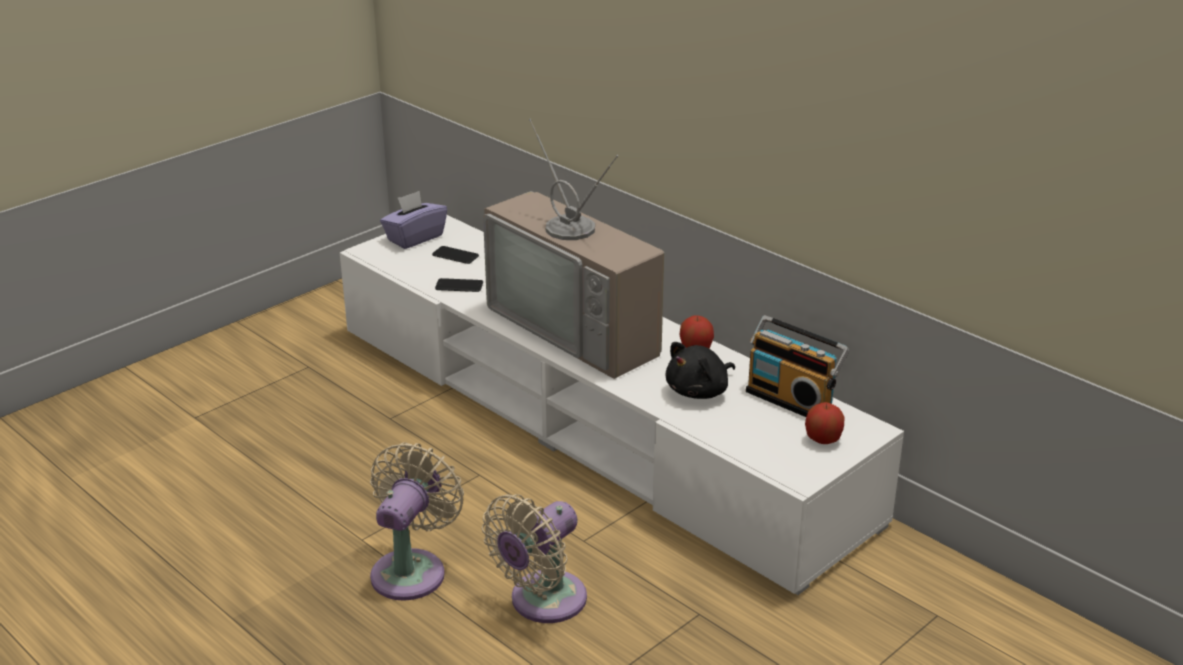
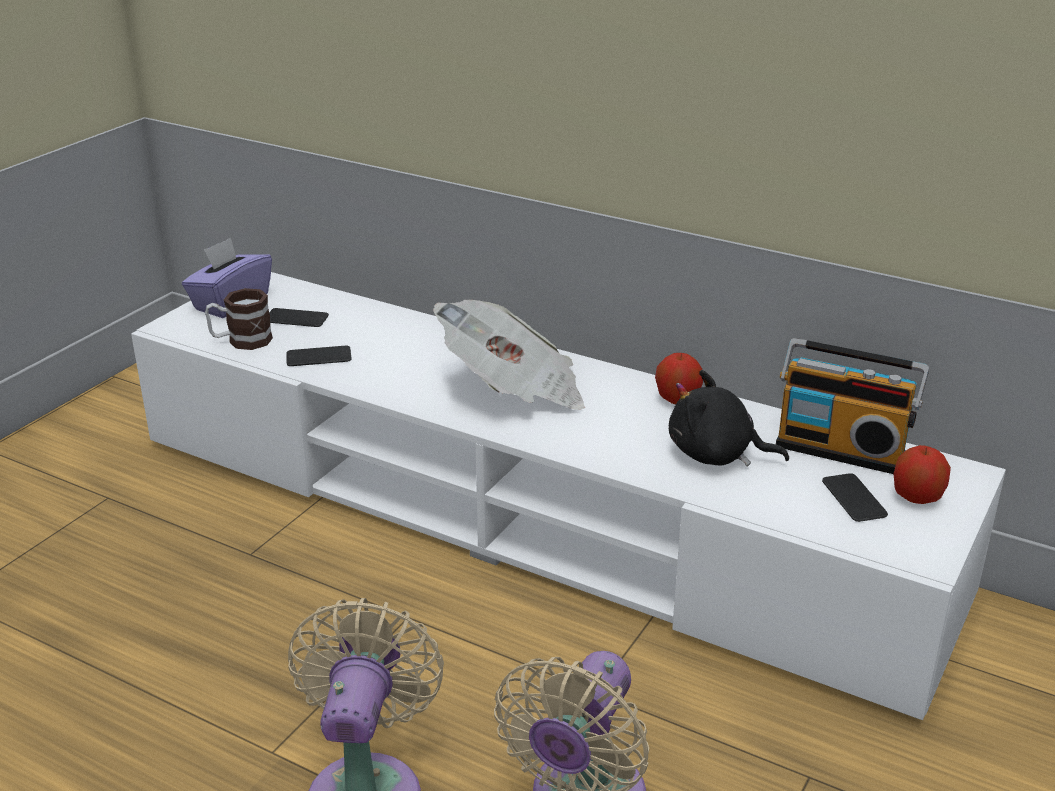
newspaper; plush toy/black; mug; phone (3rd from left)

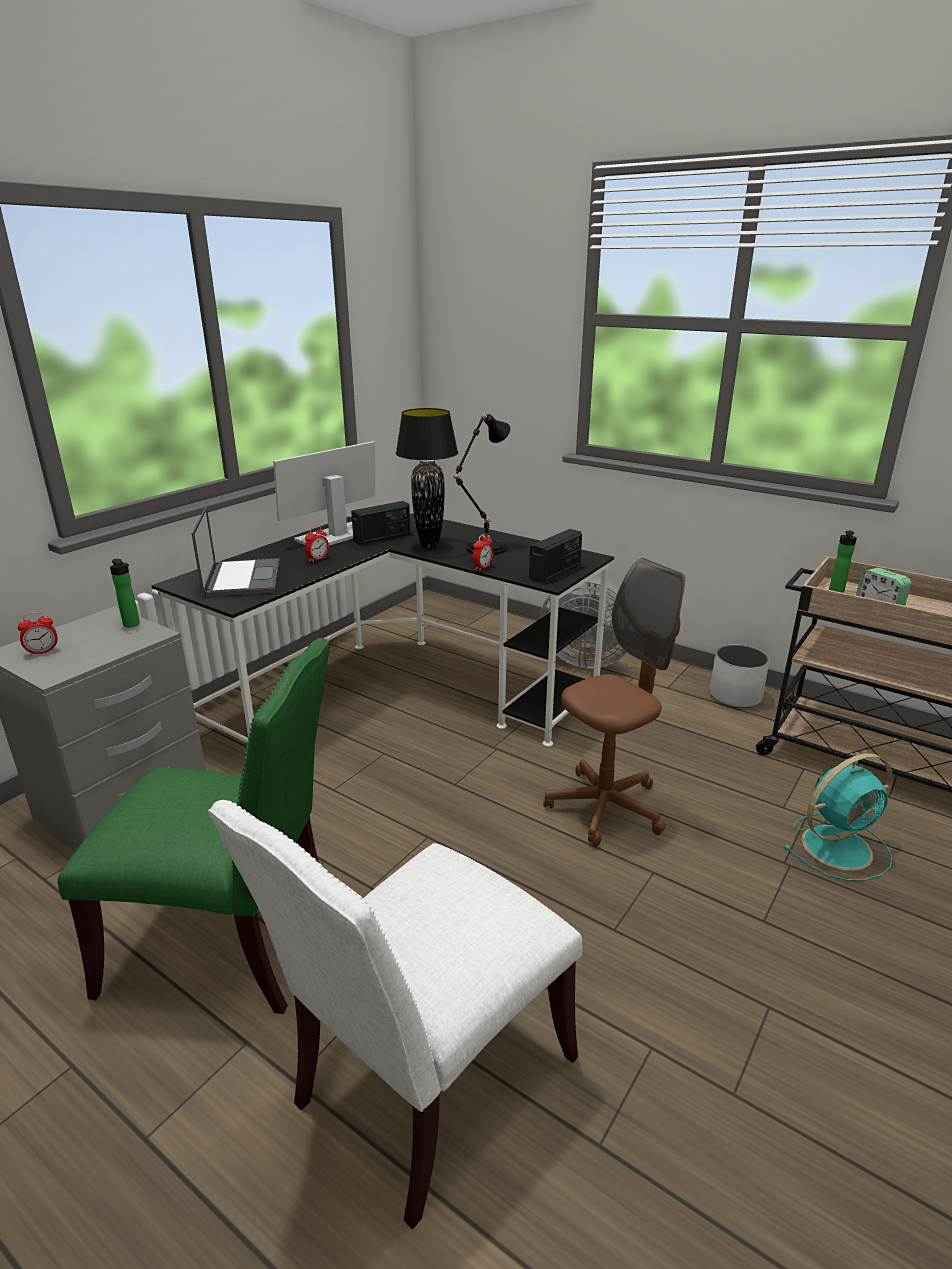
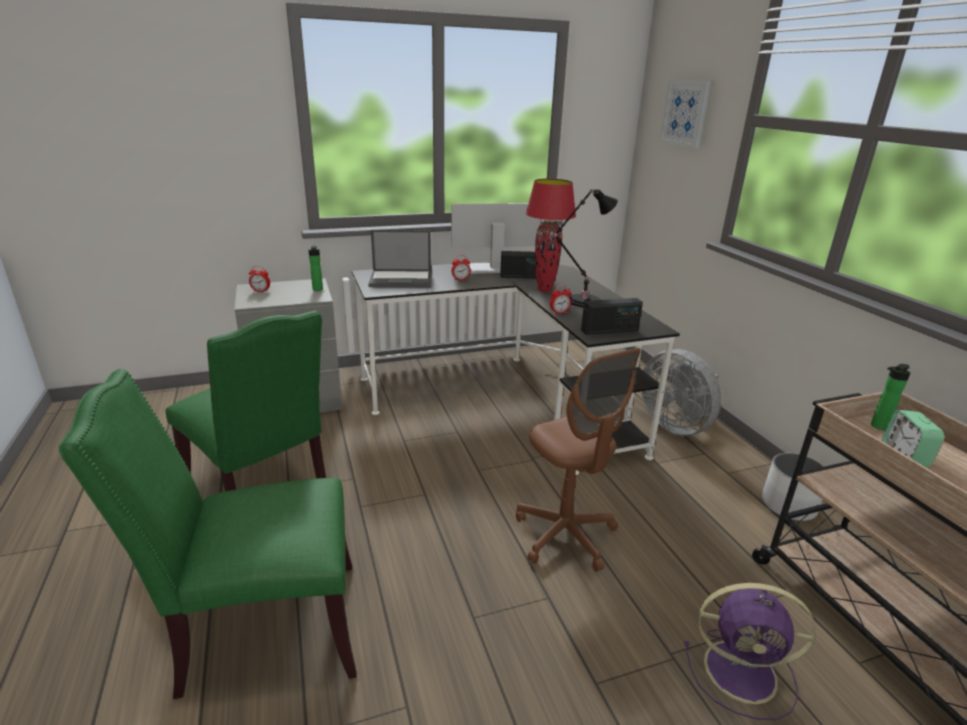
table lamp/red; laptop; office chair/brown; fan/purple; chair/green (1st from left); picture

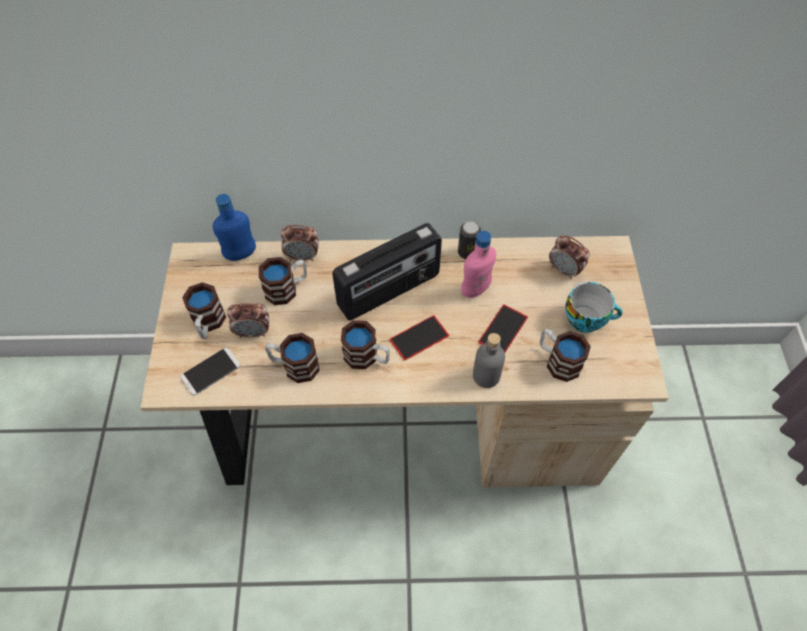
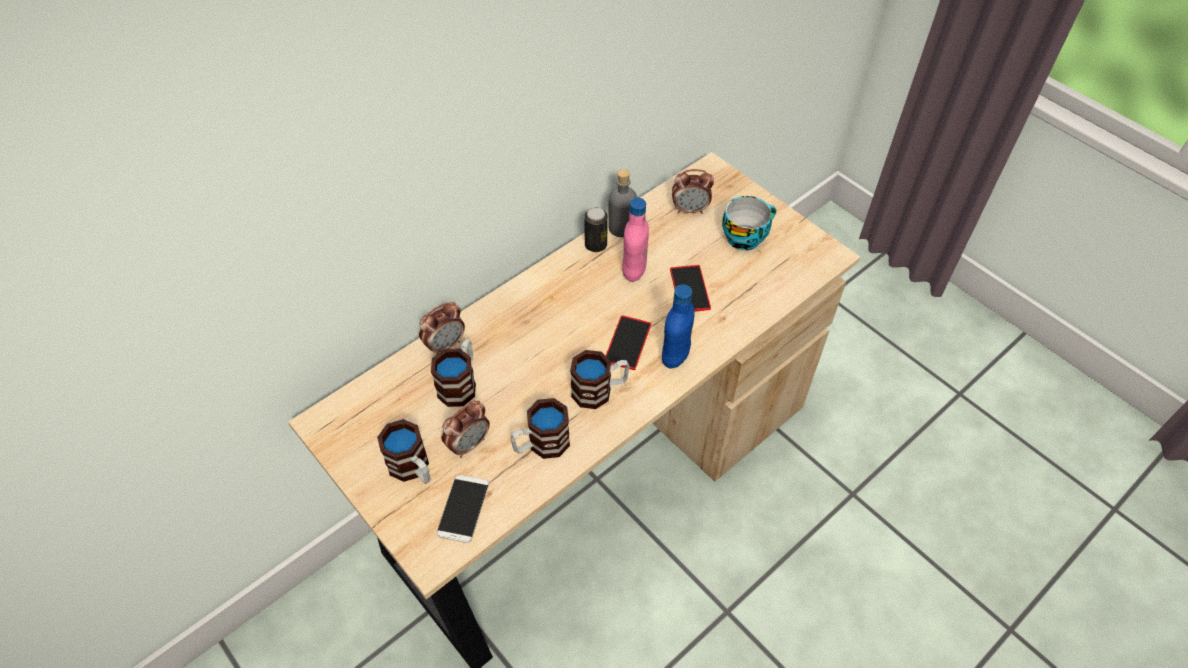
bottle/blue; radio; mug (5th from left in the first image); bottle/grey

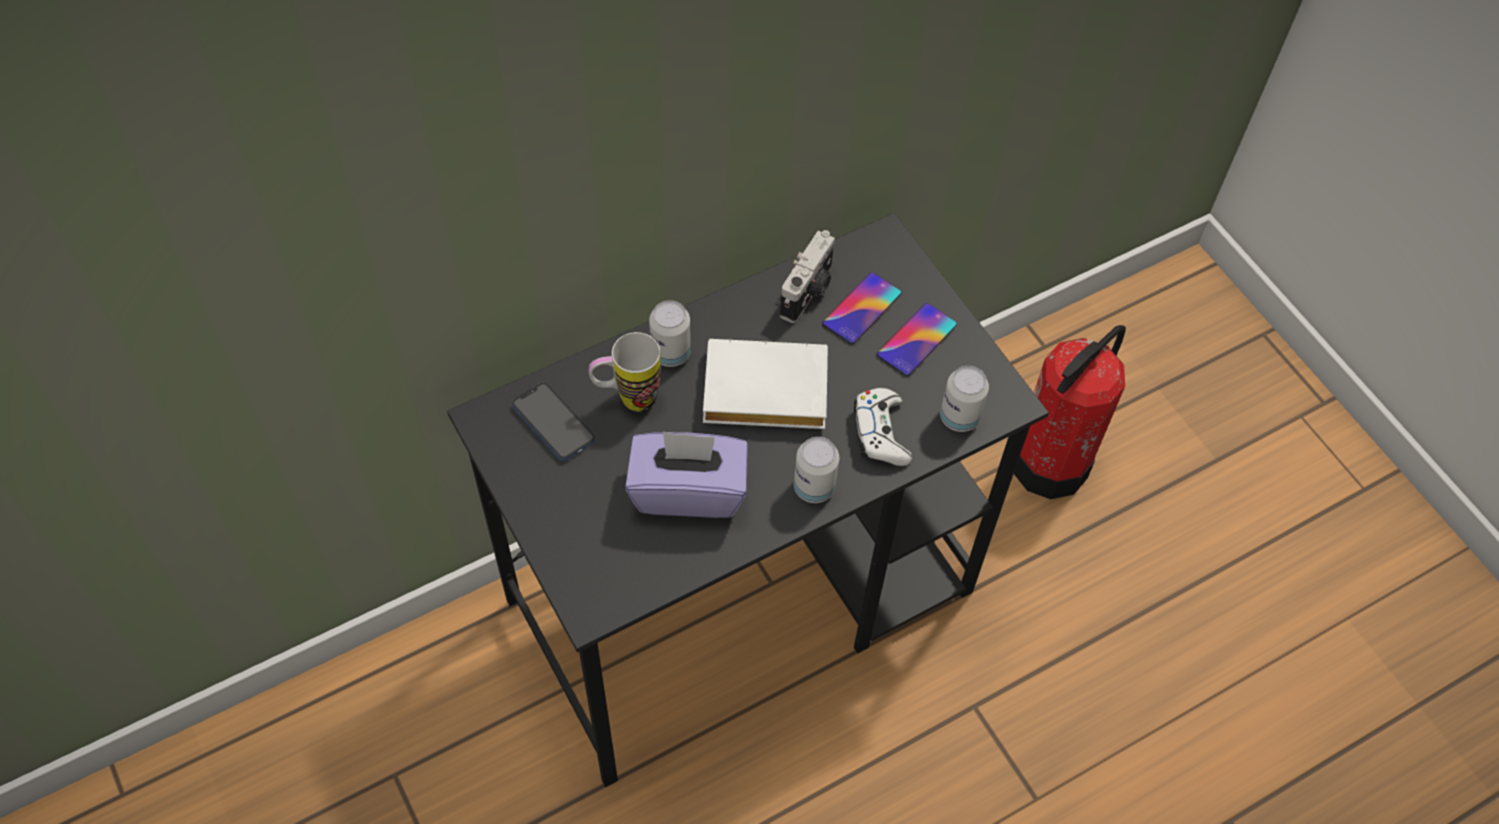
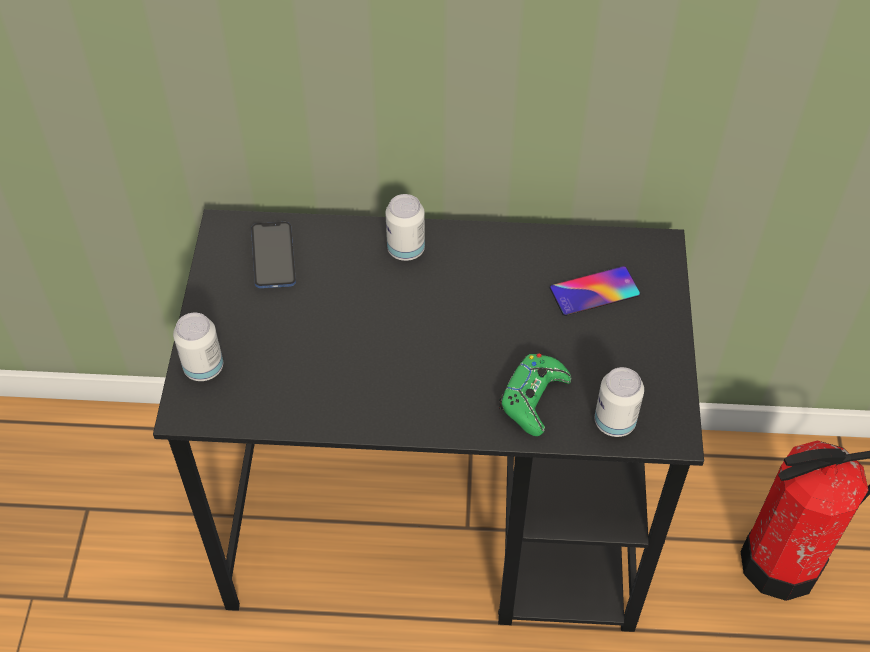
photo camera; phone (3rd from left in the first image); mug; book/white; game controller/green; tissue box/purple; can (1st from left)

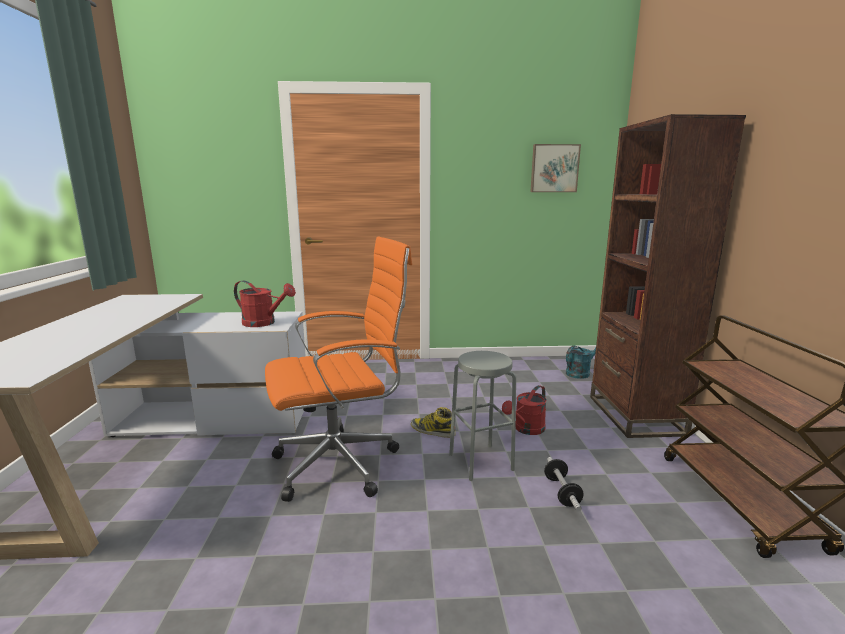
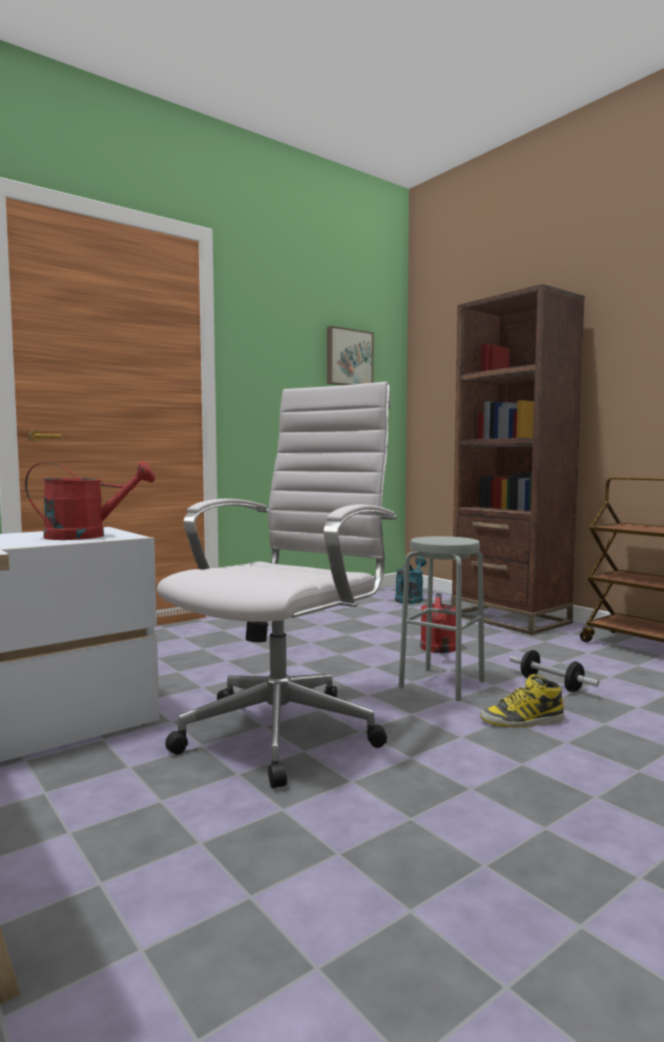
office chair/white; boot

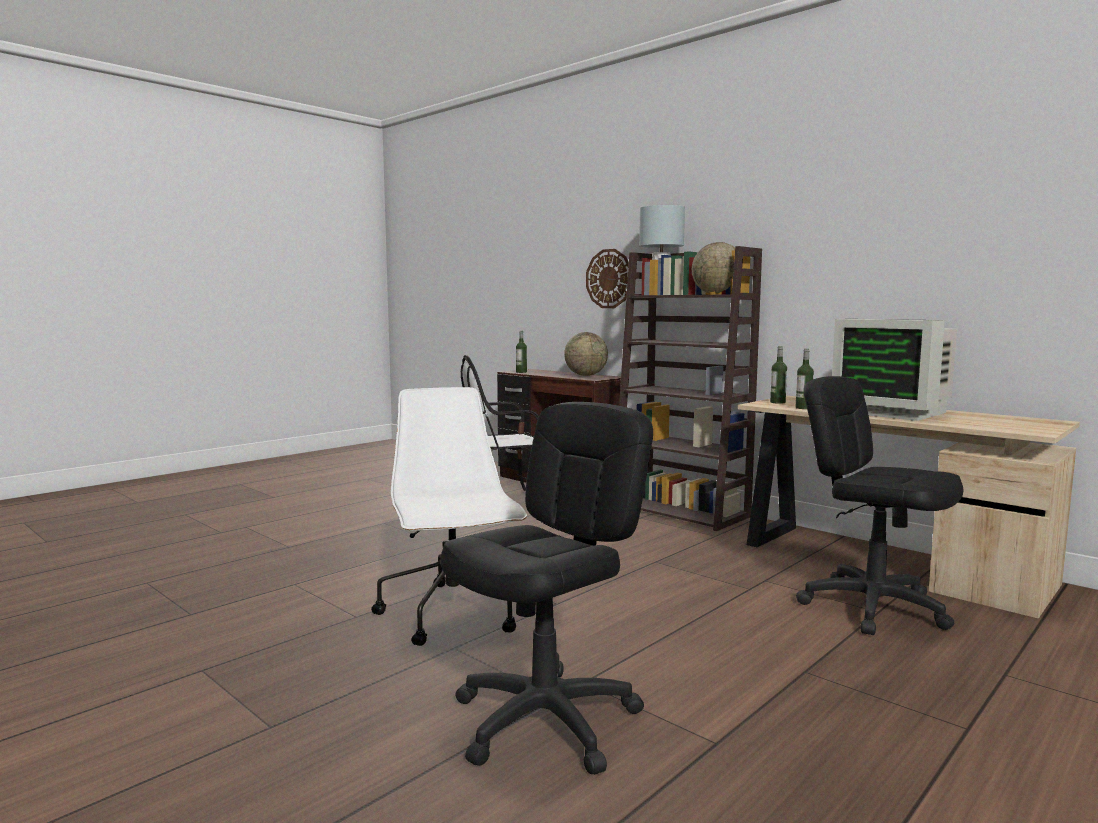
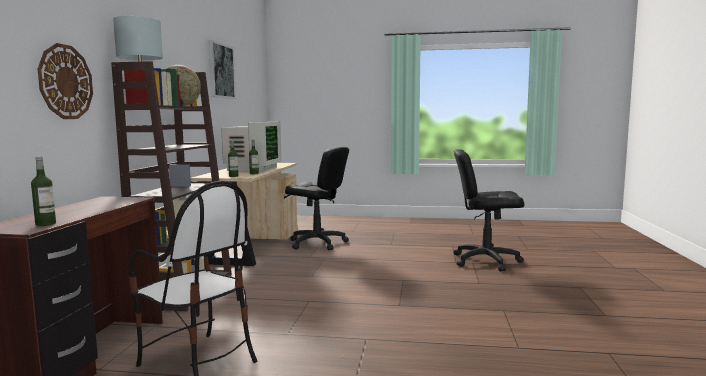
globe (1st from left in the first image); office chair/black (1st from left); office chair/white; picture

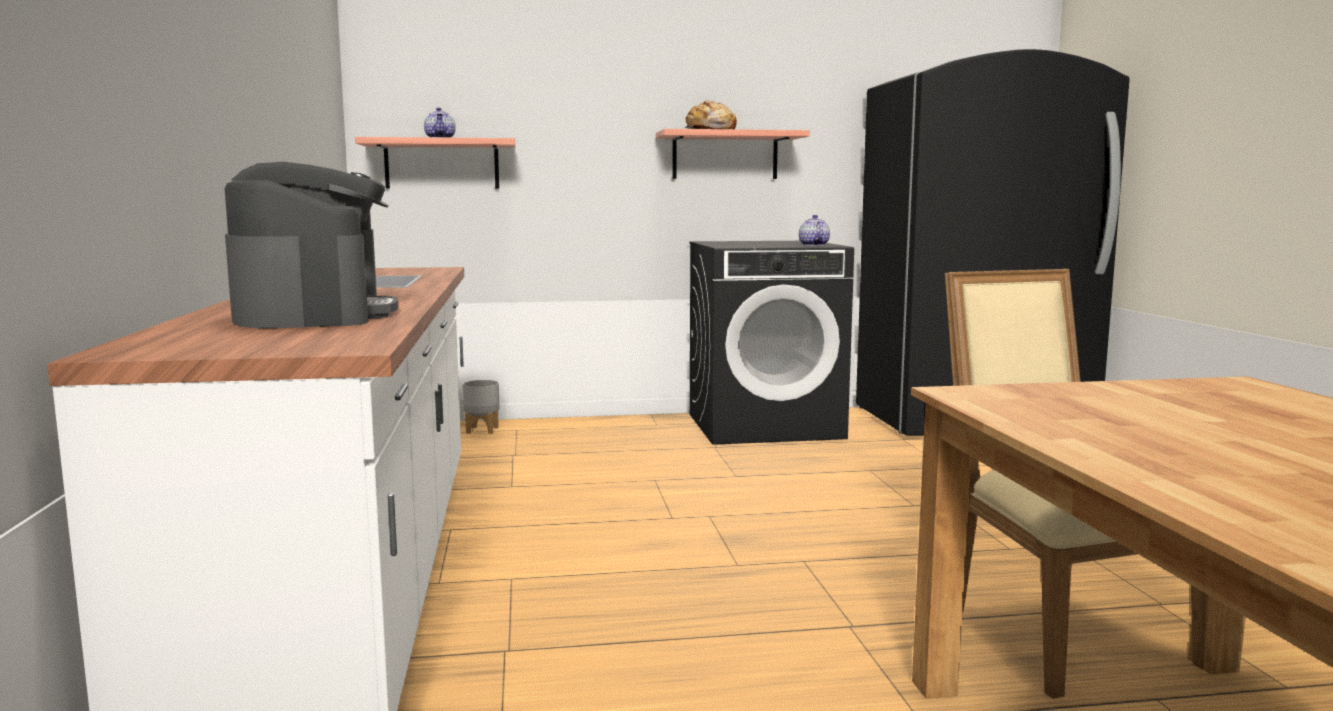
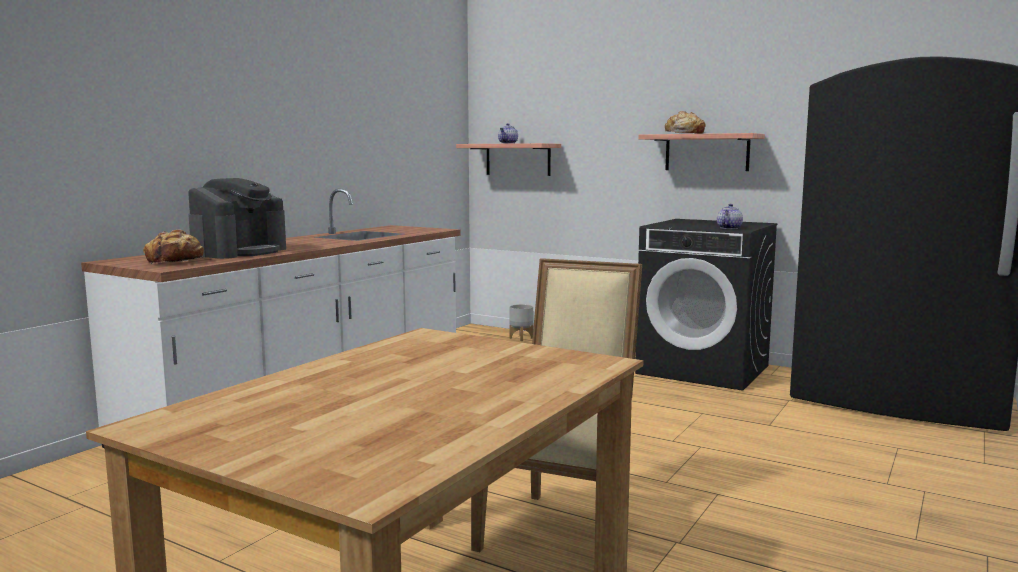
bread (1st from left)

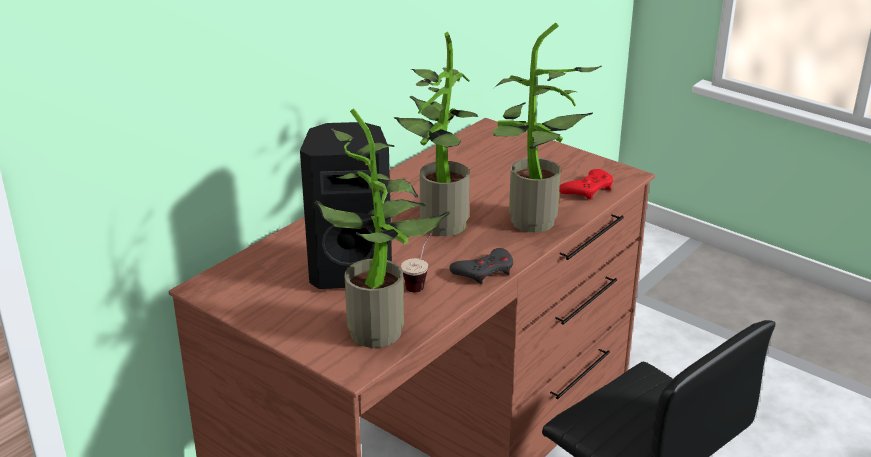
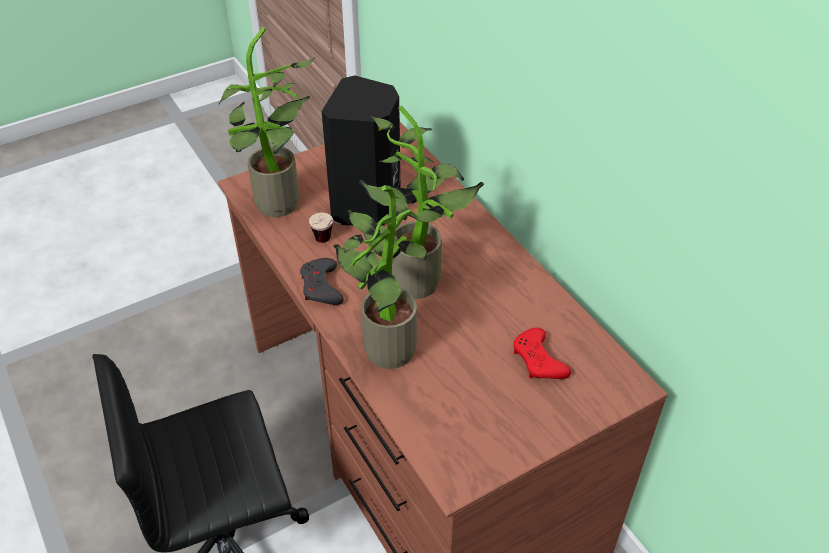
game controller/red

